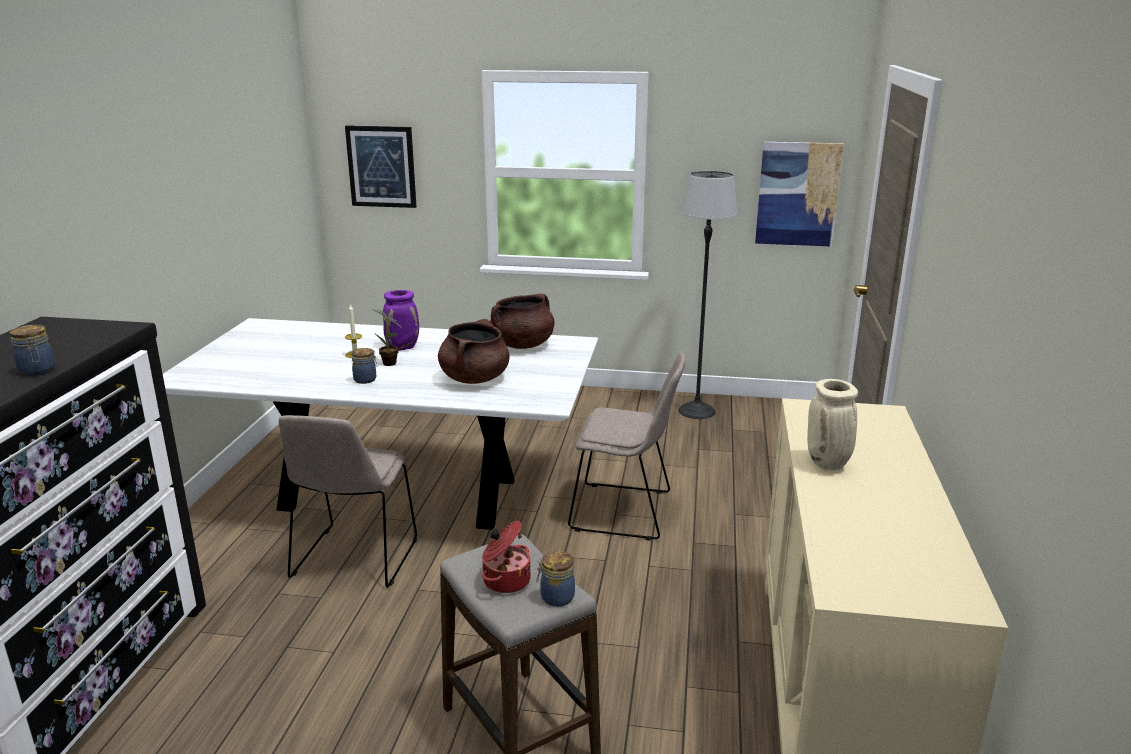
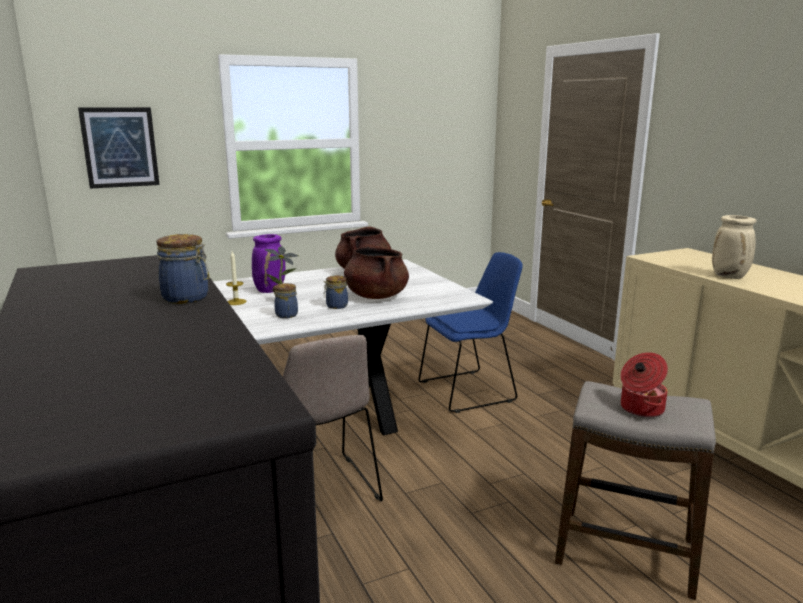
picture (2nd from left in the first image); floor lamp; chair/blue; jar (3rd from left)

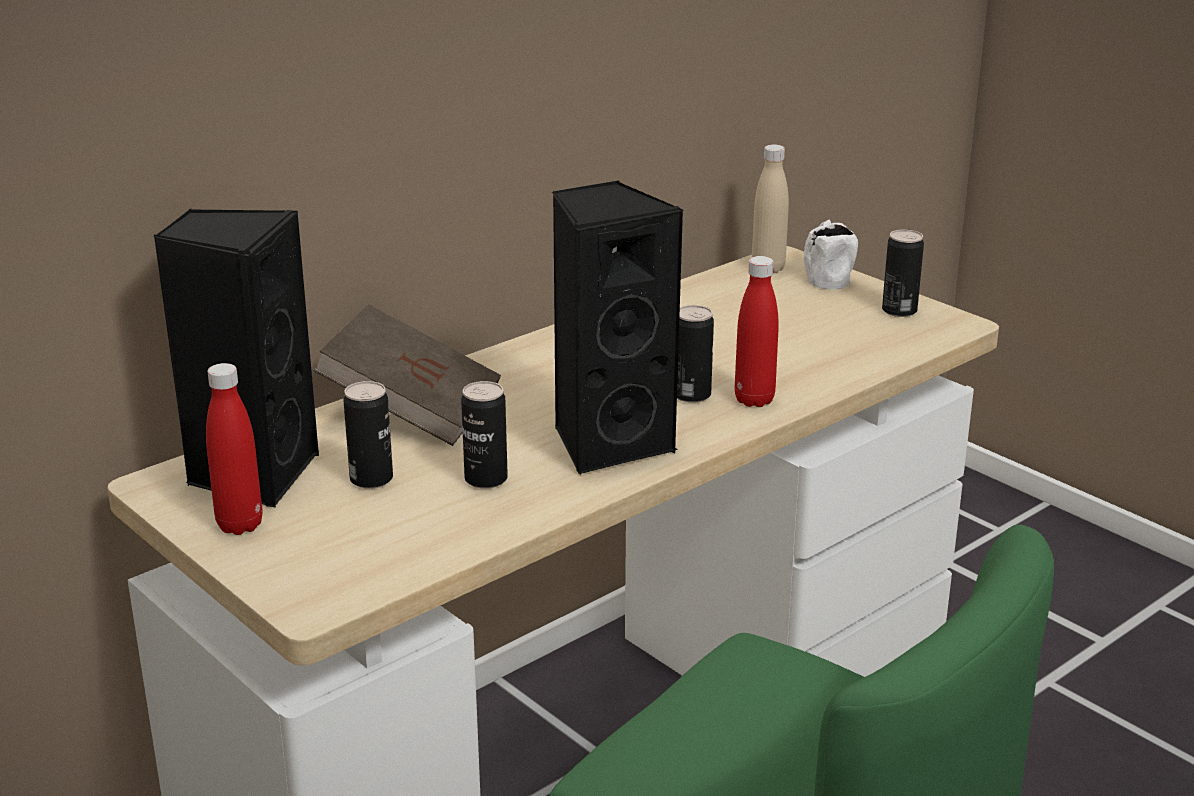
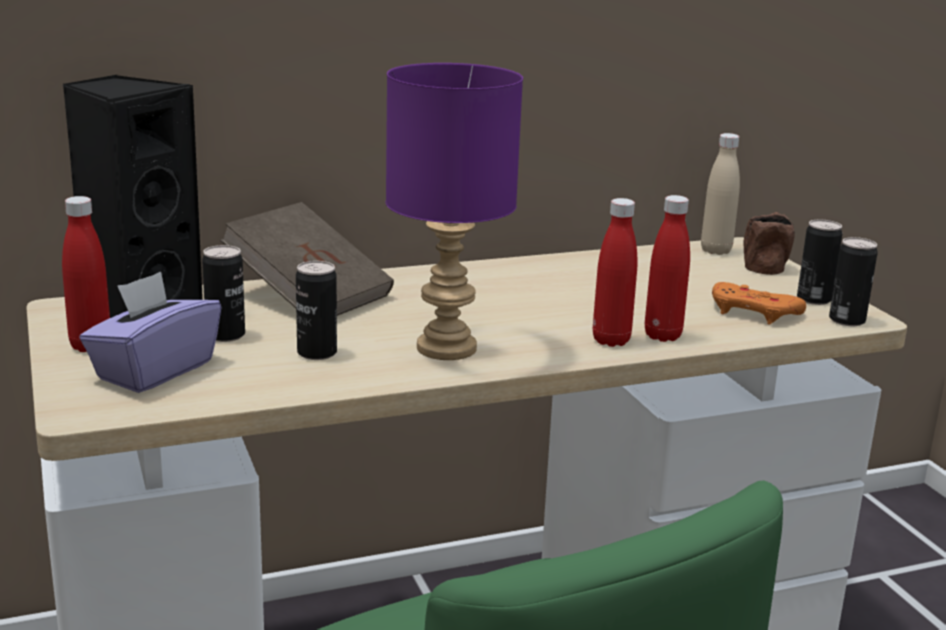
table lamp/purple; mug/brown; can (4th from left); bottle/red (3rd from left); tissue box/purple; game controller/orange

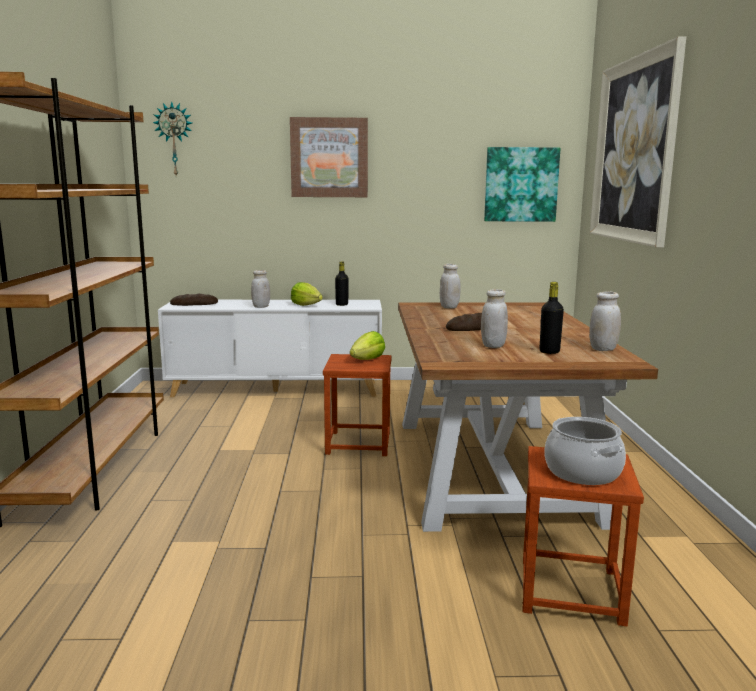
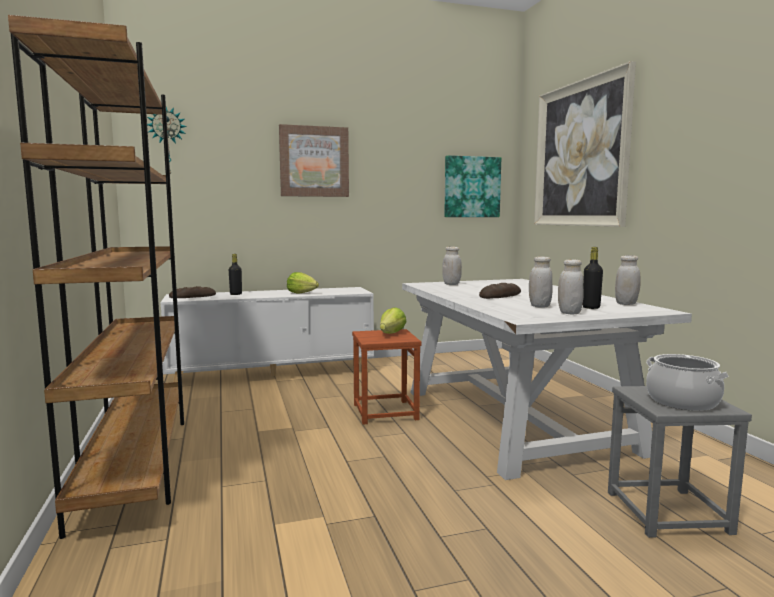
bottle/black (1st from left); jar/white (3rd from left); dining table/white; stool/grey

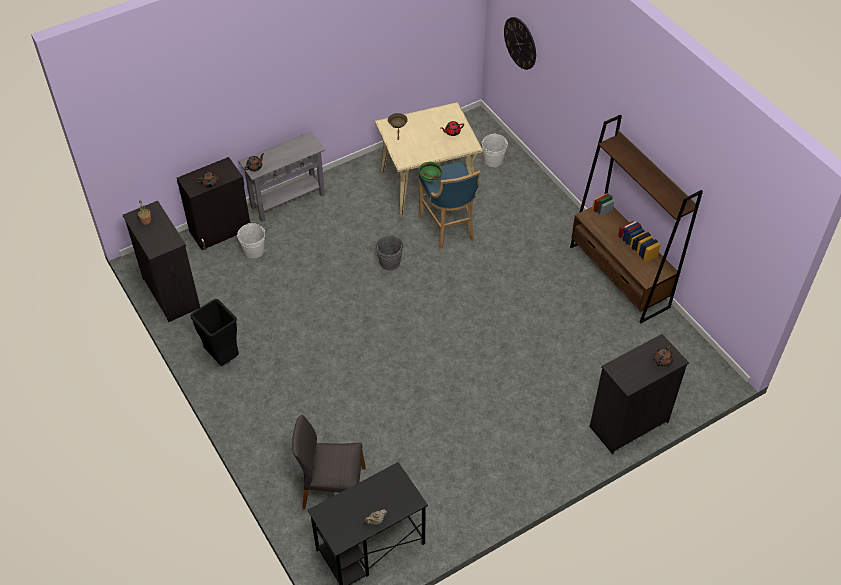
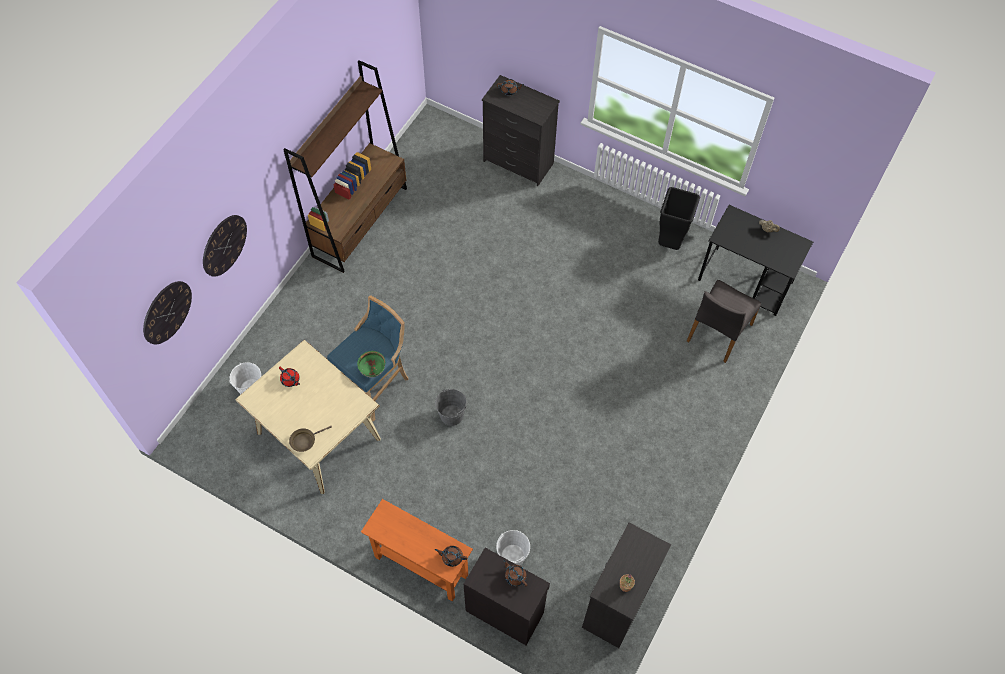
console table/orange; trash can/black; chair/grey; wall clock (2nd from left)

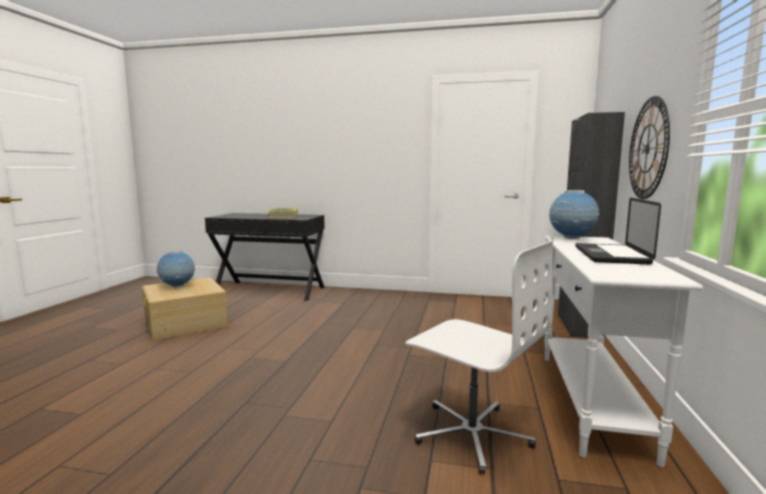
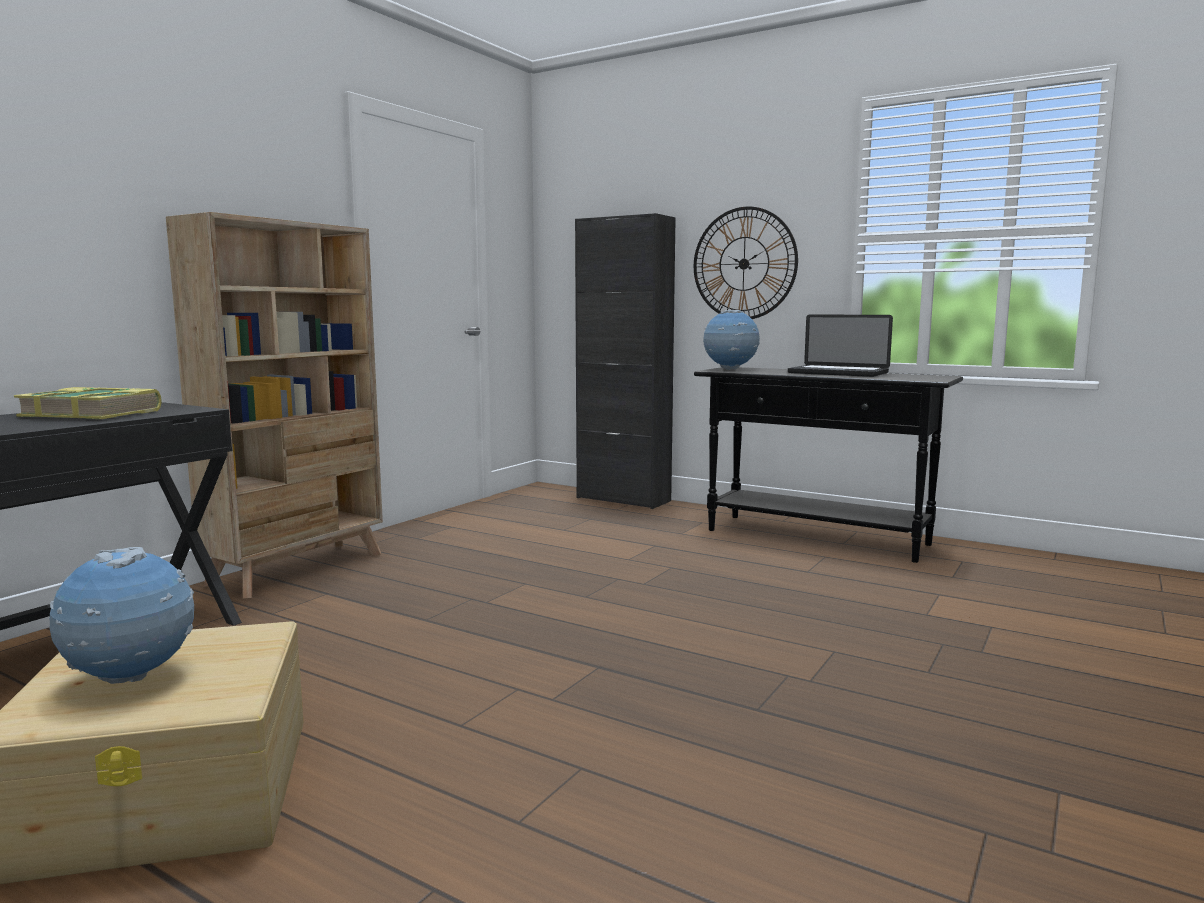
console table/black; office chair/white; bookcase/beige

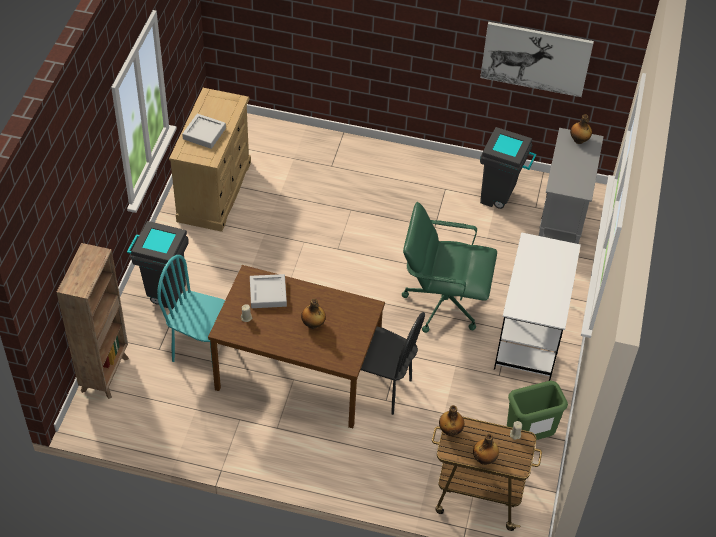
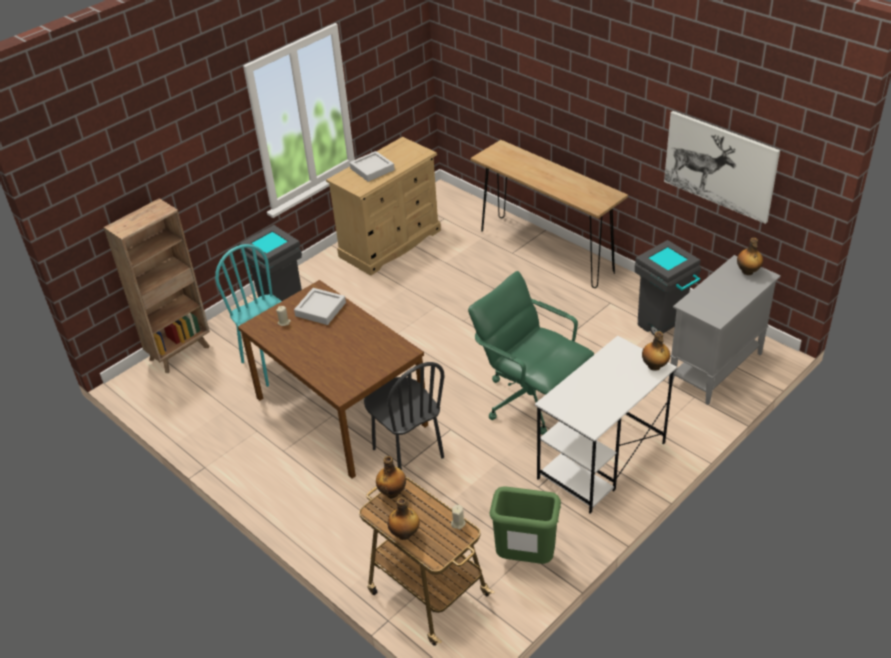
bottle (3rd from left); console table/brown

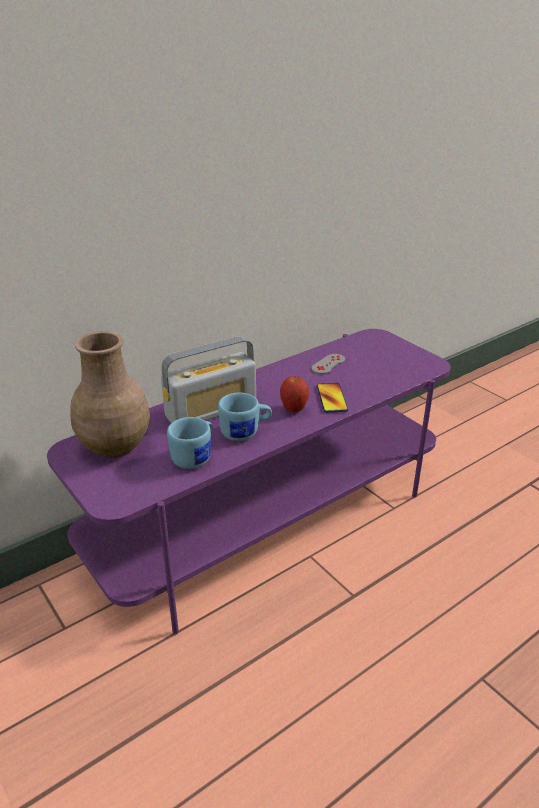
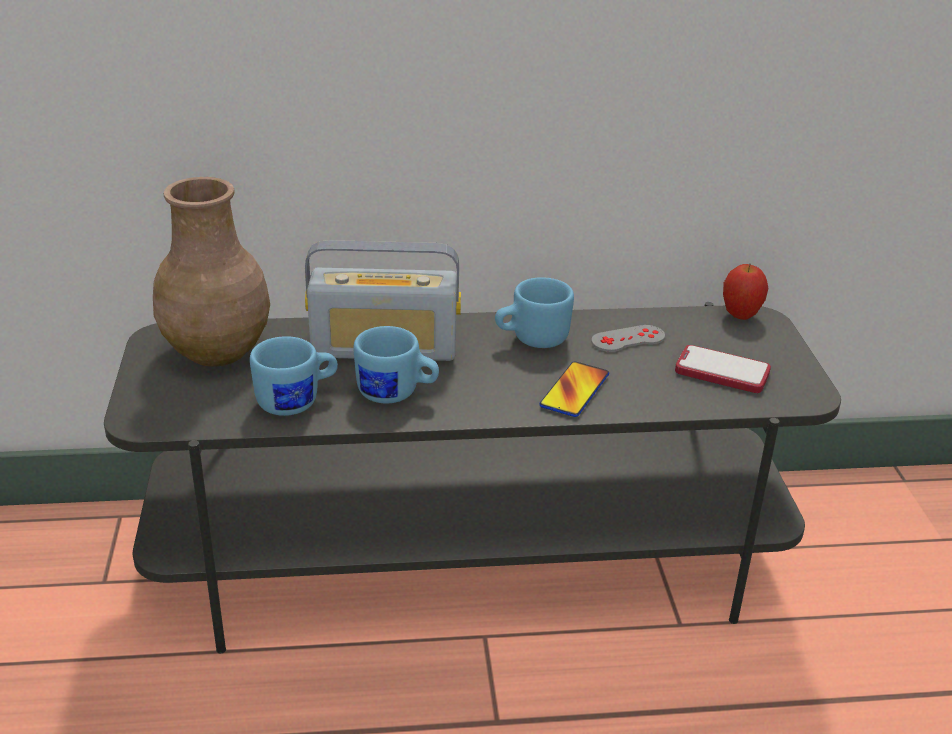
tv stand/grey; apple; mug/blue (3rd from left); phone (2nd from left)

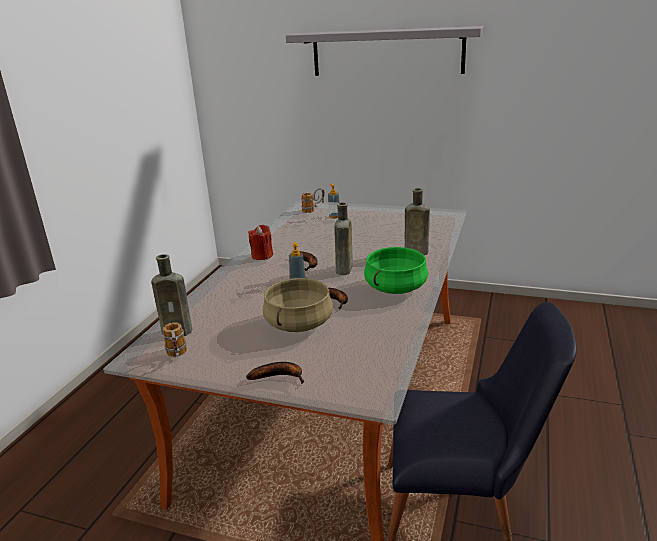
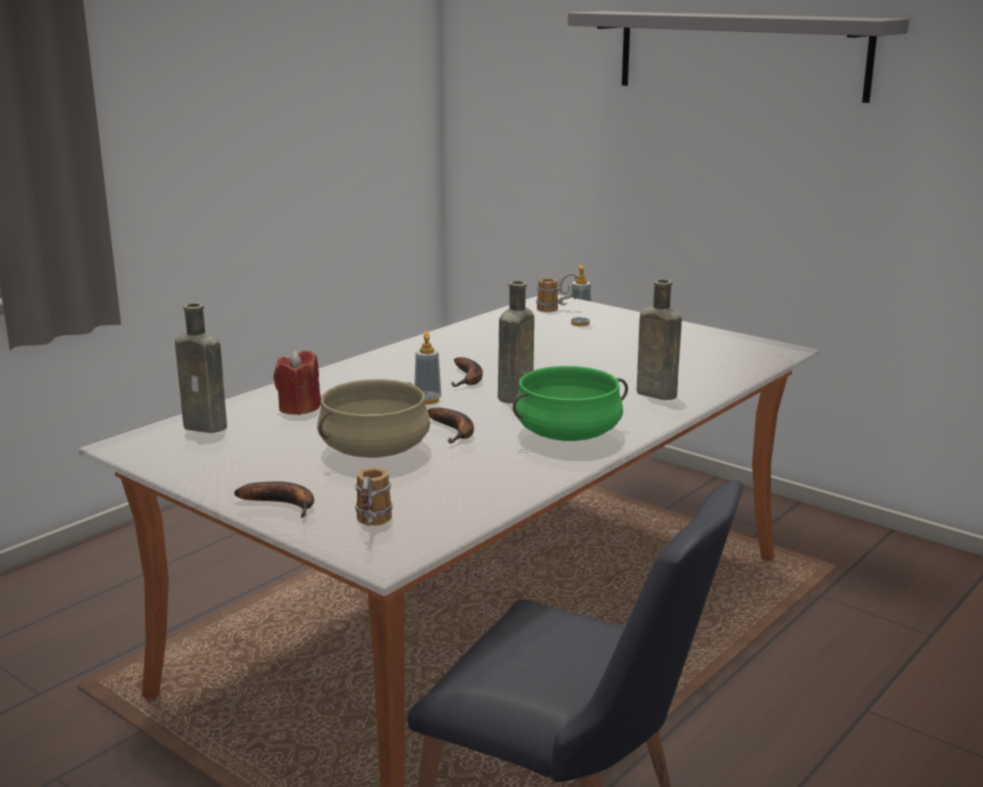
candle/red; mug (1st from left)

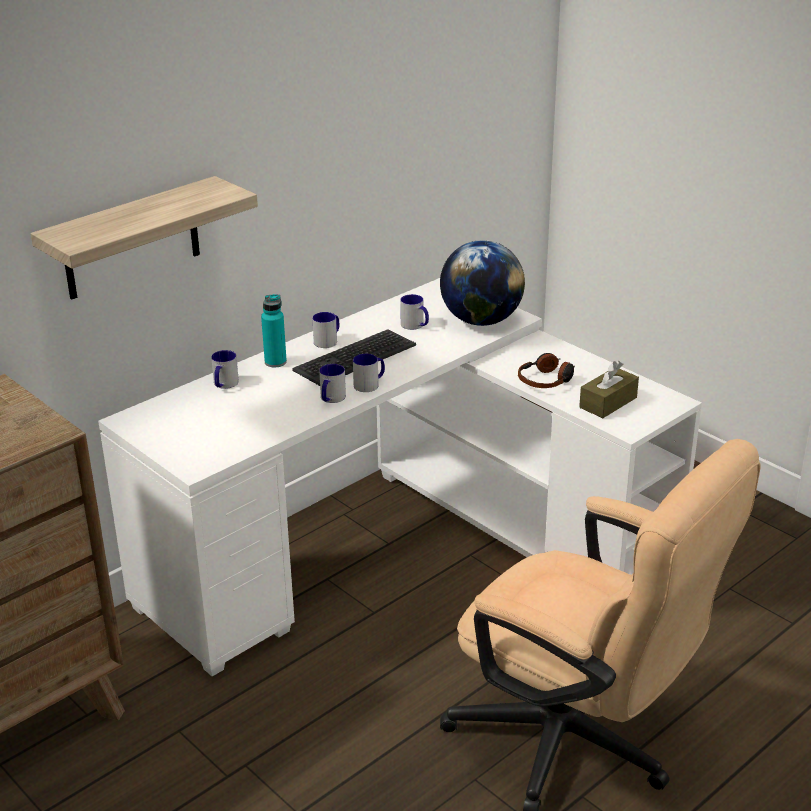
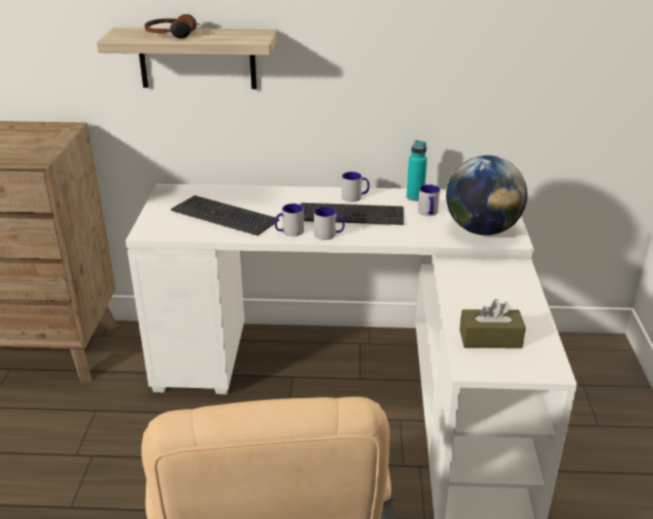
bottle/turquoise; mug (1st from left in the first image); headphones; keyboard (1st from left)

